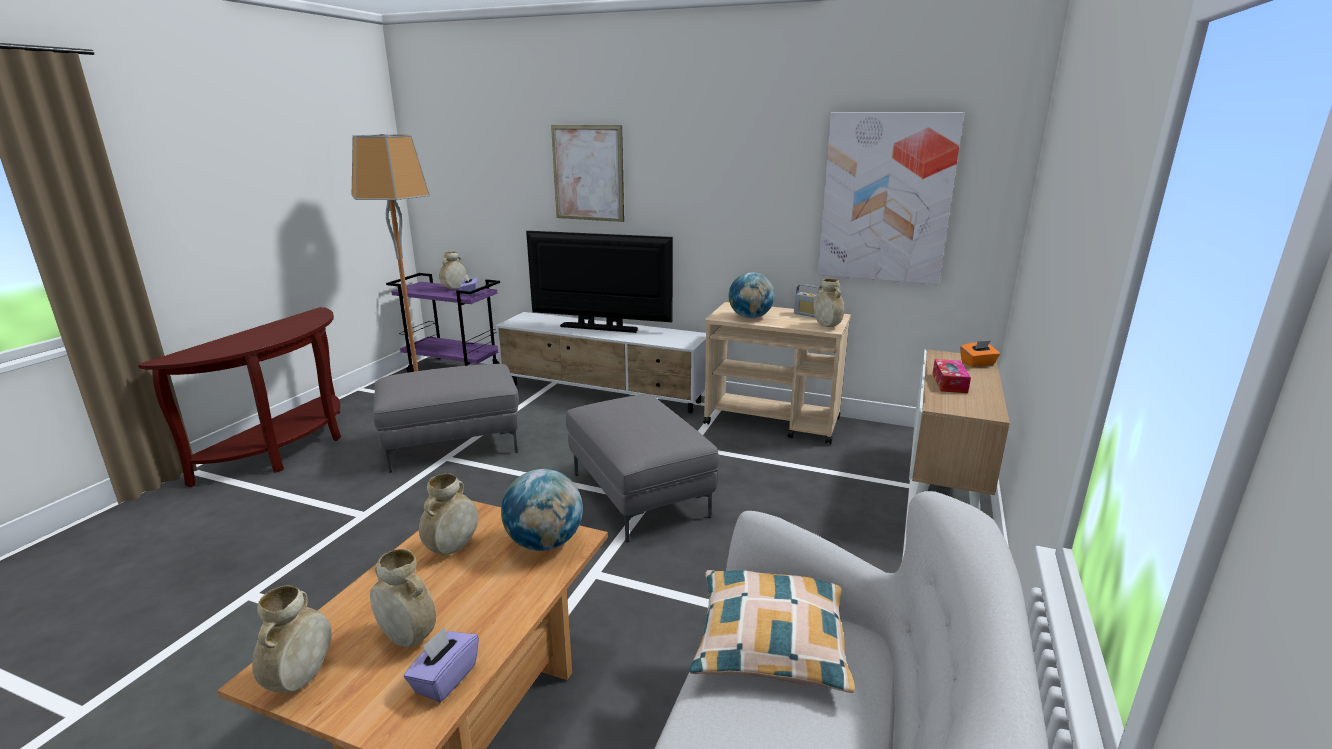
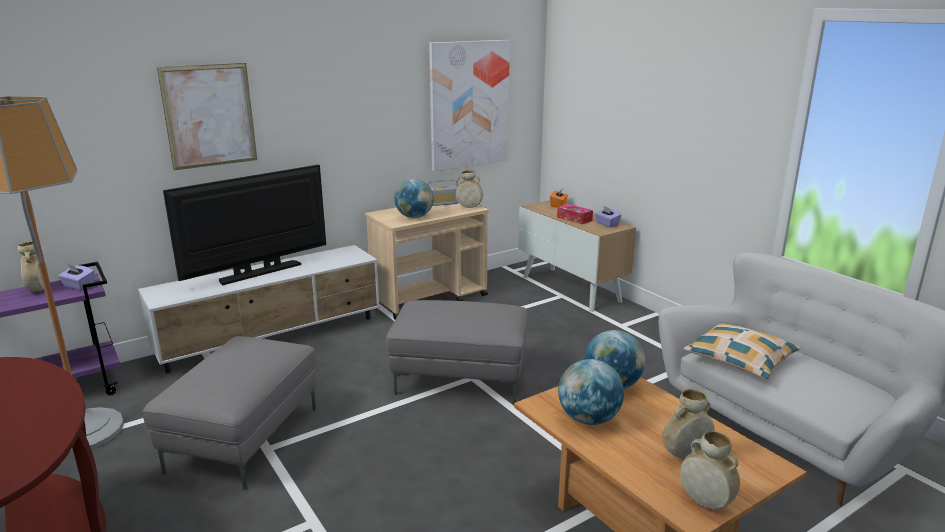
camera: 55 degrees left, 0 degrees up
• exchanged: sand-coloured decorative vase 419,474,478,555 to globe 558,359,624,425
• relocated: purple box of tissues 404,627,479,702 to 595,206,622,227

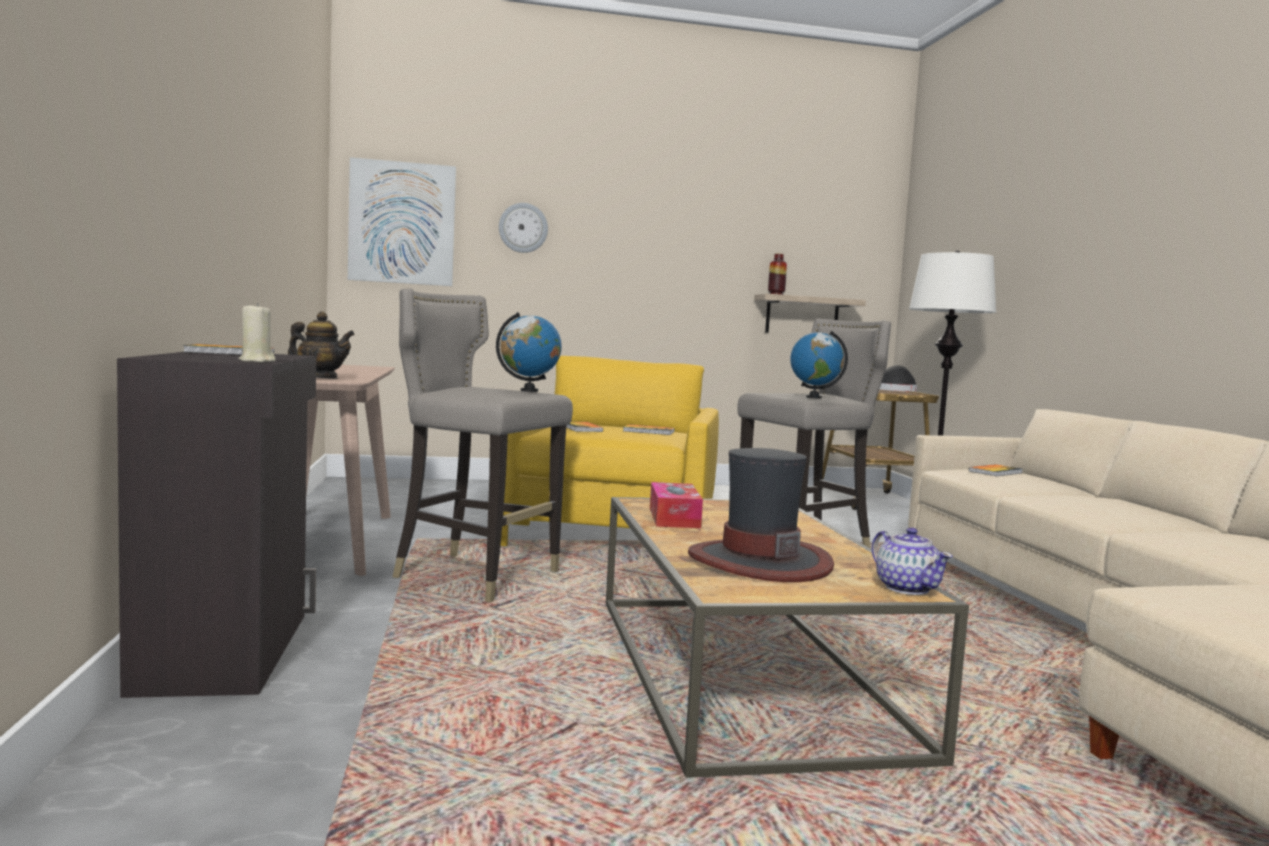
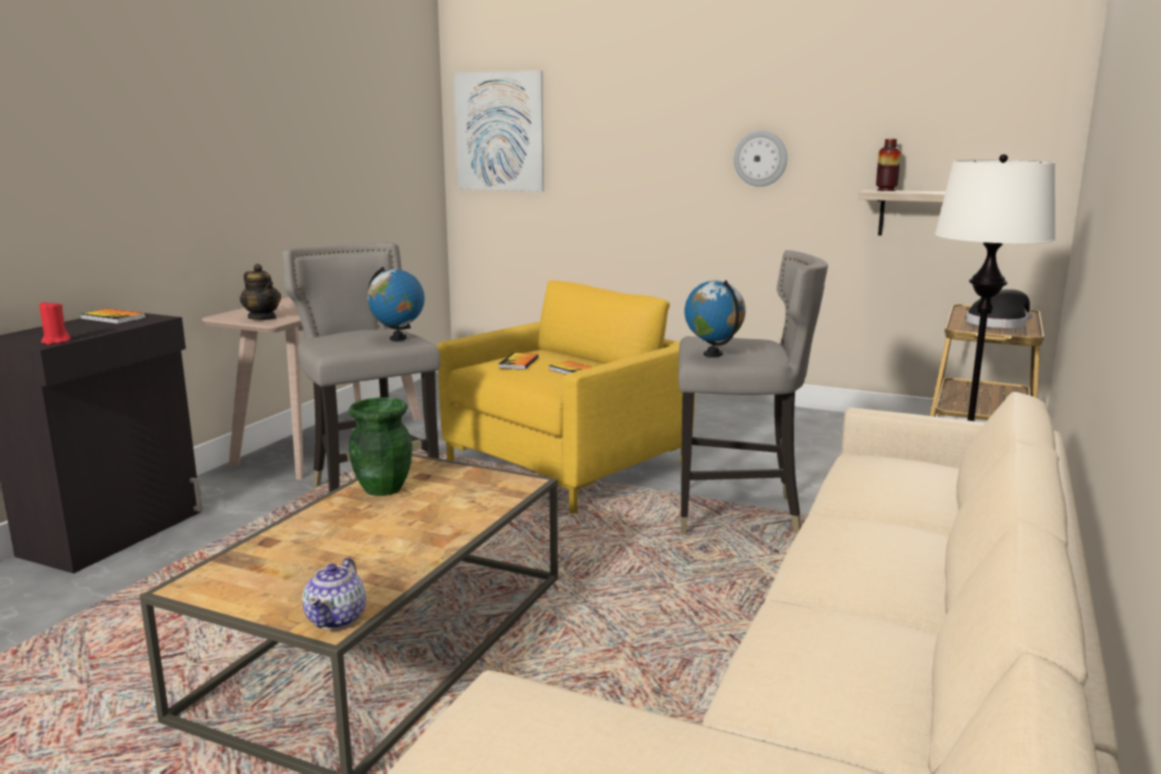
camera: 35 degrees right, 10 degrees up
• colour: sand-coloured candle 238,303,275,362 to red candle 39,300,71,345
• exchanged: box of tissues 650,482,703,528 to green decorative vase 348,398,412,496
• relocated: wall clock 499,203,548,253 to 734,131,787,187
• missing: hat 688,448,834,582
• missing: book 969,464,1023,476

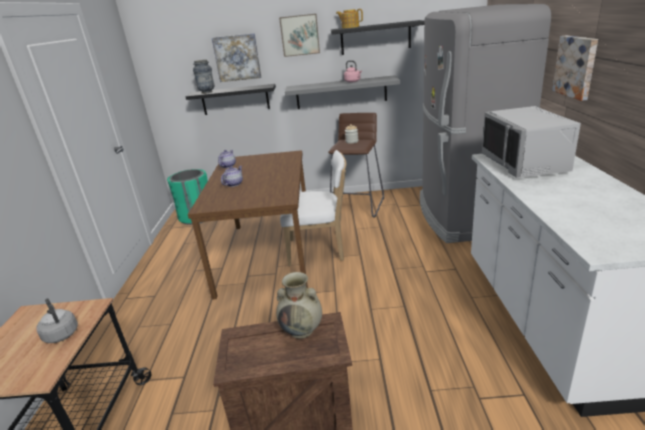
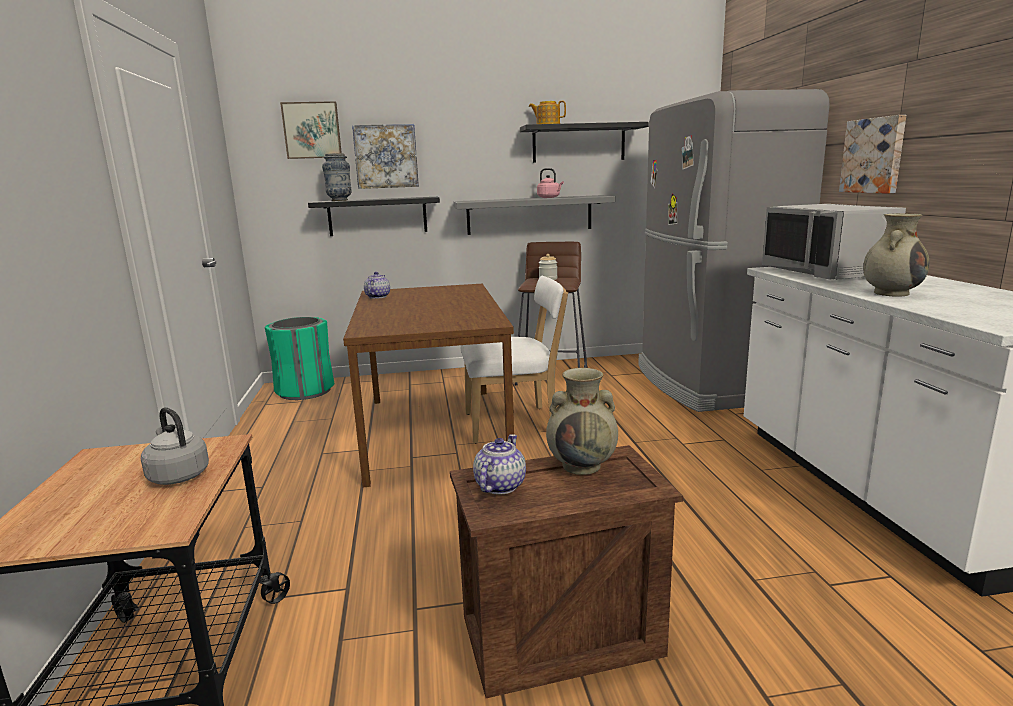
camera: 10 degrees left, 10 degrees down
• relocated: picture 279,14,320,57 to 280,101,342,159
• relocated: pot for tea 221,166,243,187 to 473,434,526,495
• appeared: sand-coloured decorative vase 863,214,929,297

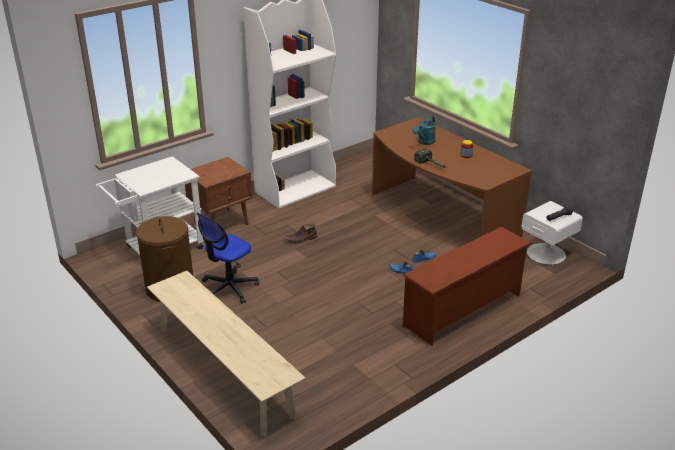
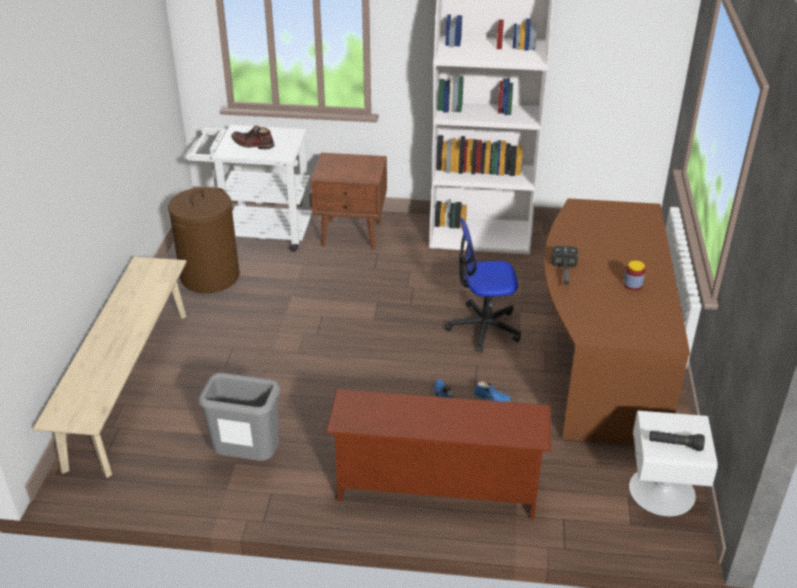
camera: 45 degrees right, 5 degrees up
• appeared: gray trash can 198,373,280,461
• relocated: brown-coloured tall boot 284,224,318,244 to 231,125,275,149
• relocated: desk chair 197,213,259,304 to 445,217,521,353
• missing: turquoise sprinkling can 412,116,436,145

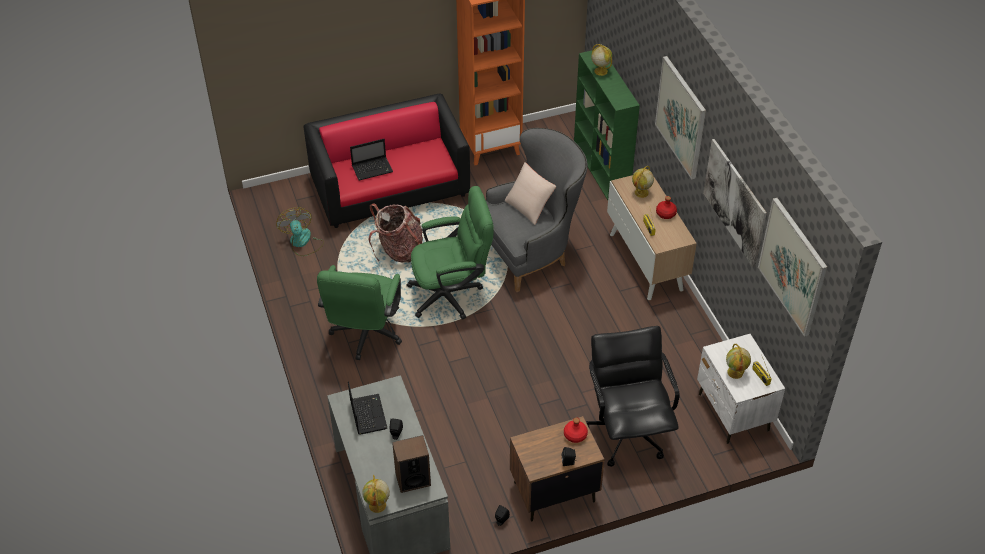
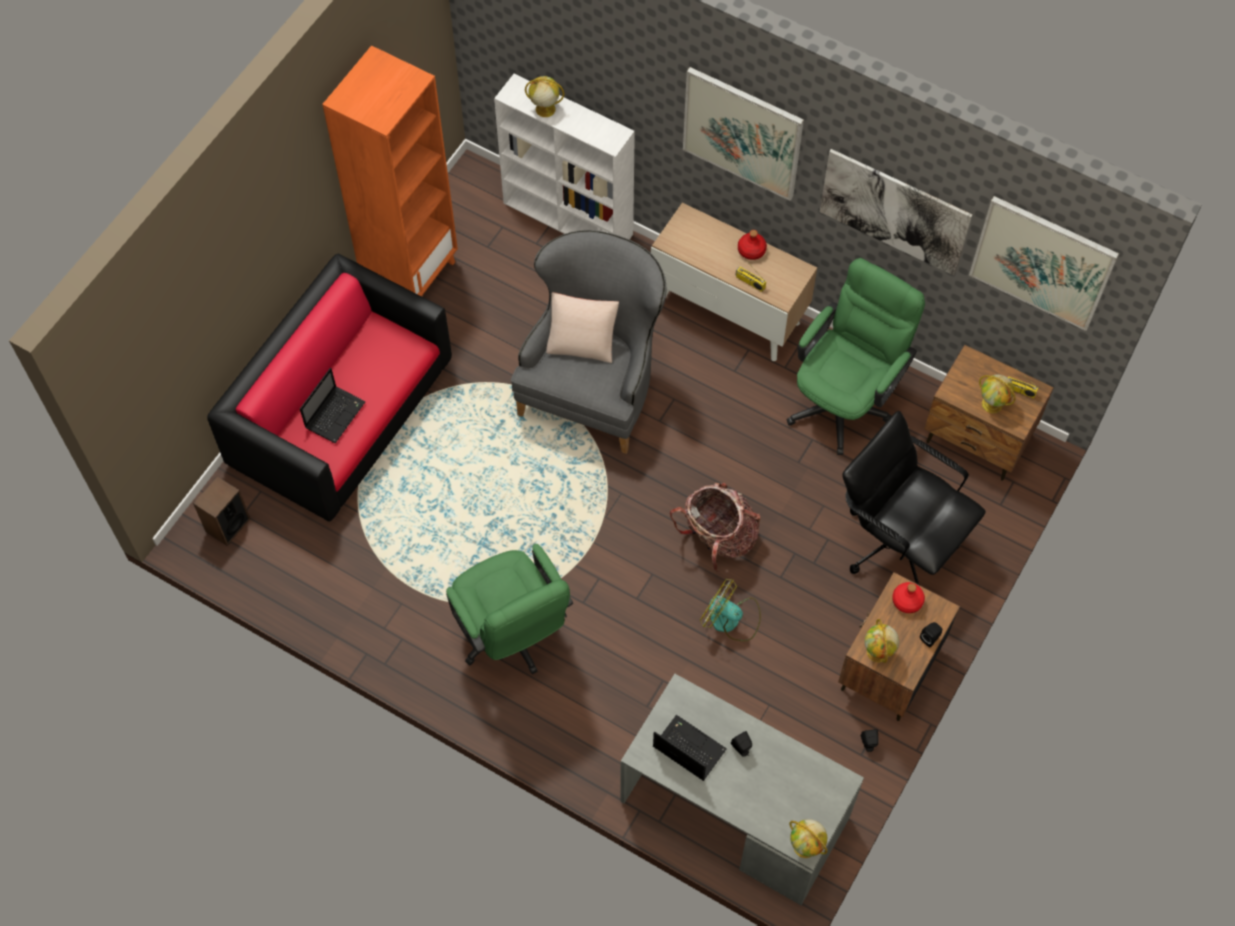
camera: 40 degrees left, 15 degrees up
• relocated: audio speaker 392,435,431,493 to 193,476,250,546
• colour: green shelving unit 574,50,640,200 to whitish shelving unit 494,74,635,240
• relocated: knapsack 369,203,423,263 to 670,483,761,573
• relocated: electric fan 276,207,324,256 to 700,579,761,641
• relocated: green desk chair 406,186,494,320 to 787,258,925,455
• relocated: globe 632,166,654,198 to 864,619,899,663
• colour: whitish night table 697,334,785,444 to brown-coloured night table 924,345,1054,481

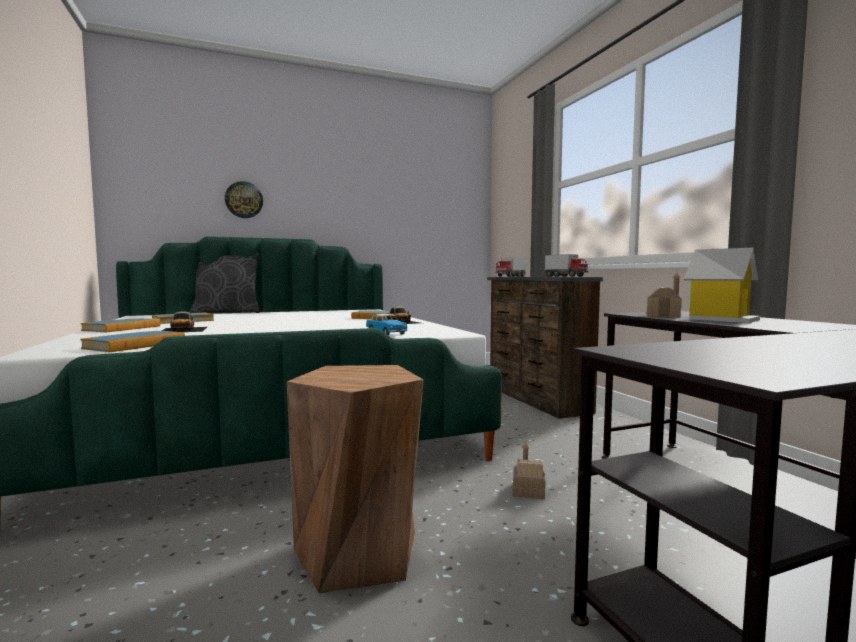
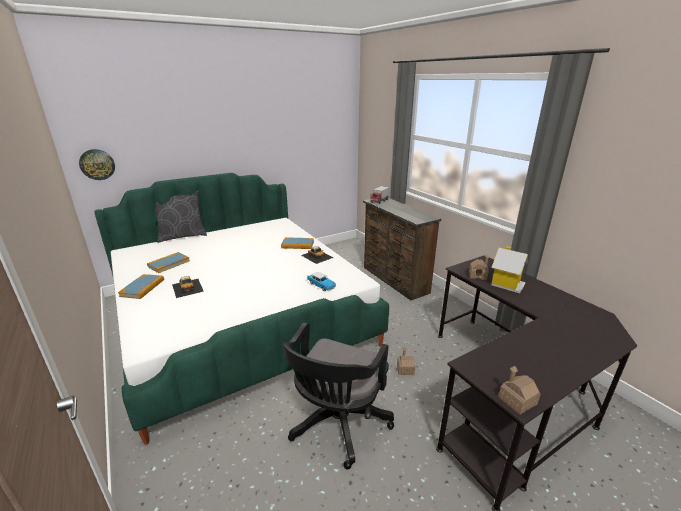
camera: 10 degrees left, 20 degrees up
• relocated: wall clock 225,181,263,218 to 79,149,115,180
• exchanged: brown-coloured stool 287,365,424,594 to blackish desk chair 283,322,394,470
• appeared: miniature house 498,366,541,415
• missing: book 80,331,185,352
• missing: model truck 545,254,588,277

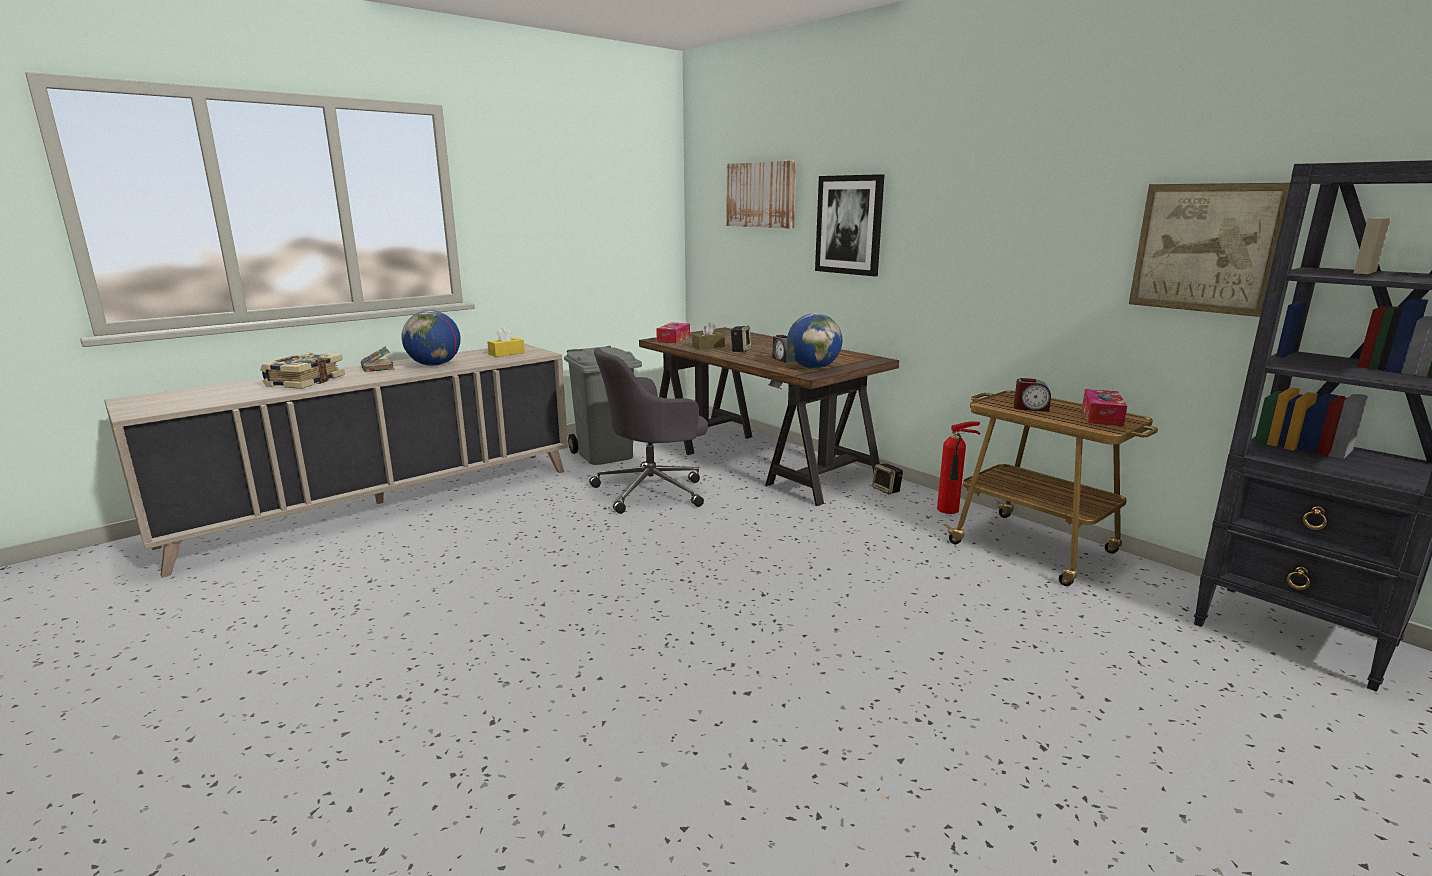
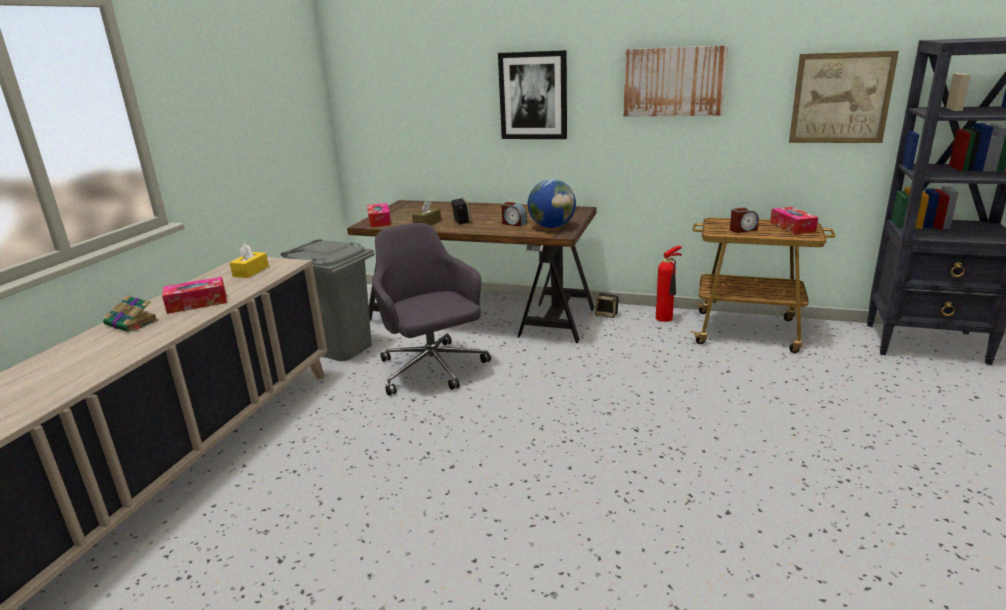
camera: 30 degrees left, 5 degrees up
• exchanged: globe 401,310,461,366 to box of tissues 162,277,227,314
• spun: gray desk chair 589,347,708,514 = 372,223,491,396 120 degrees clockwise
• relocated: picture 726,161,796,229 to 624,45,728,116
• missing: book 260,353,345,389

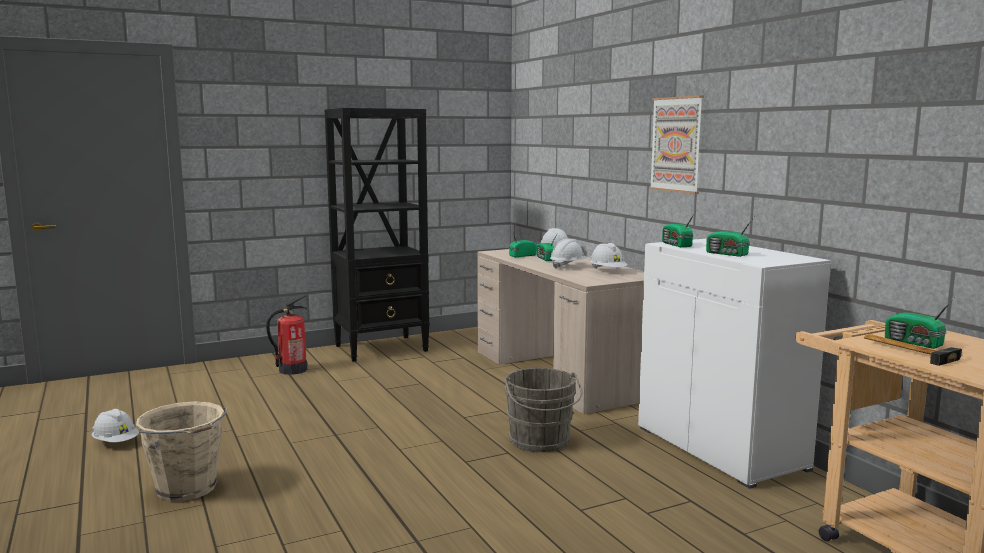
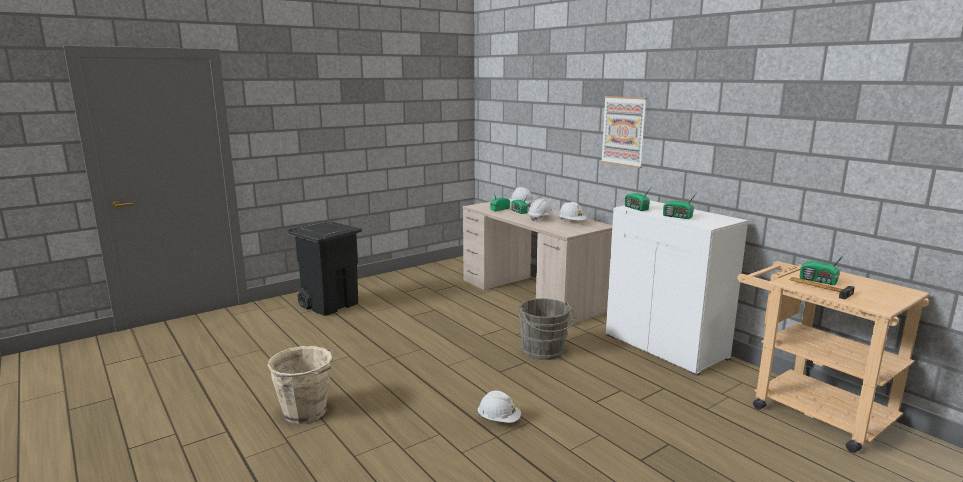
camera: 10 degrees left, 5 degrees up
• exchanged: fire extinguisher 266,295,307,375 to blackish trash can 288,221,362,316
• relocated: whitish work helmet 91,409,139,442 to 477,390,521,423
• missing: blackish shelving unit 325,108,430,362

